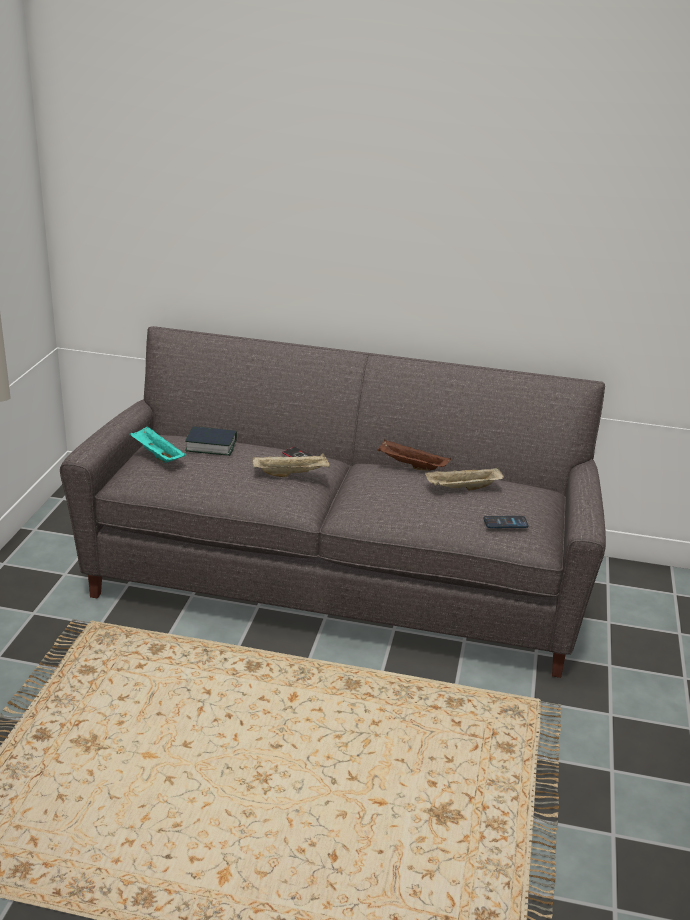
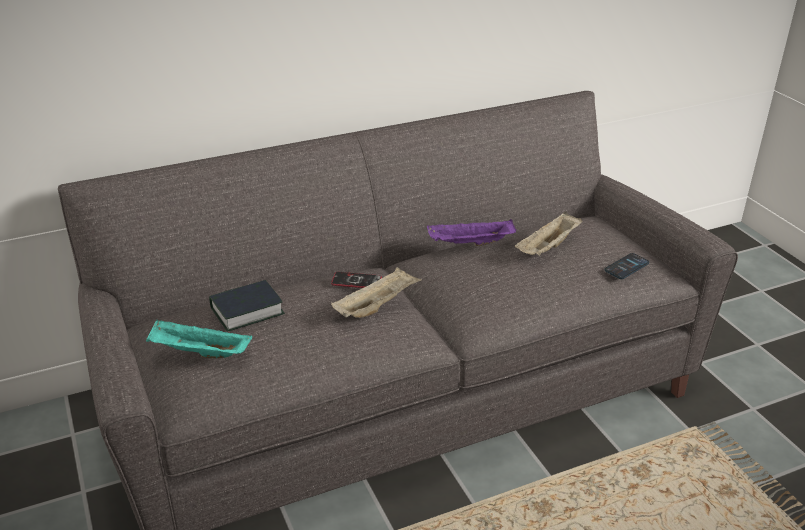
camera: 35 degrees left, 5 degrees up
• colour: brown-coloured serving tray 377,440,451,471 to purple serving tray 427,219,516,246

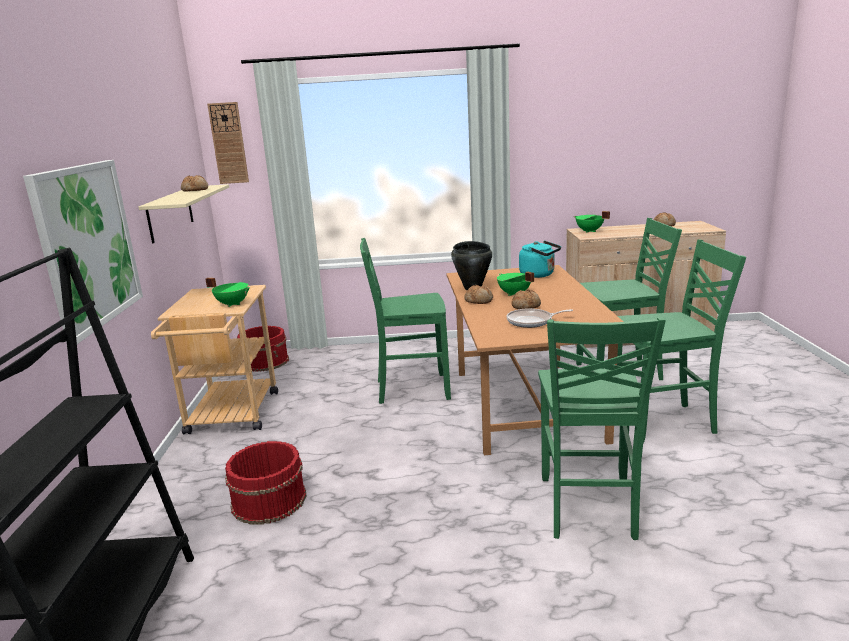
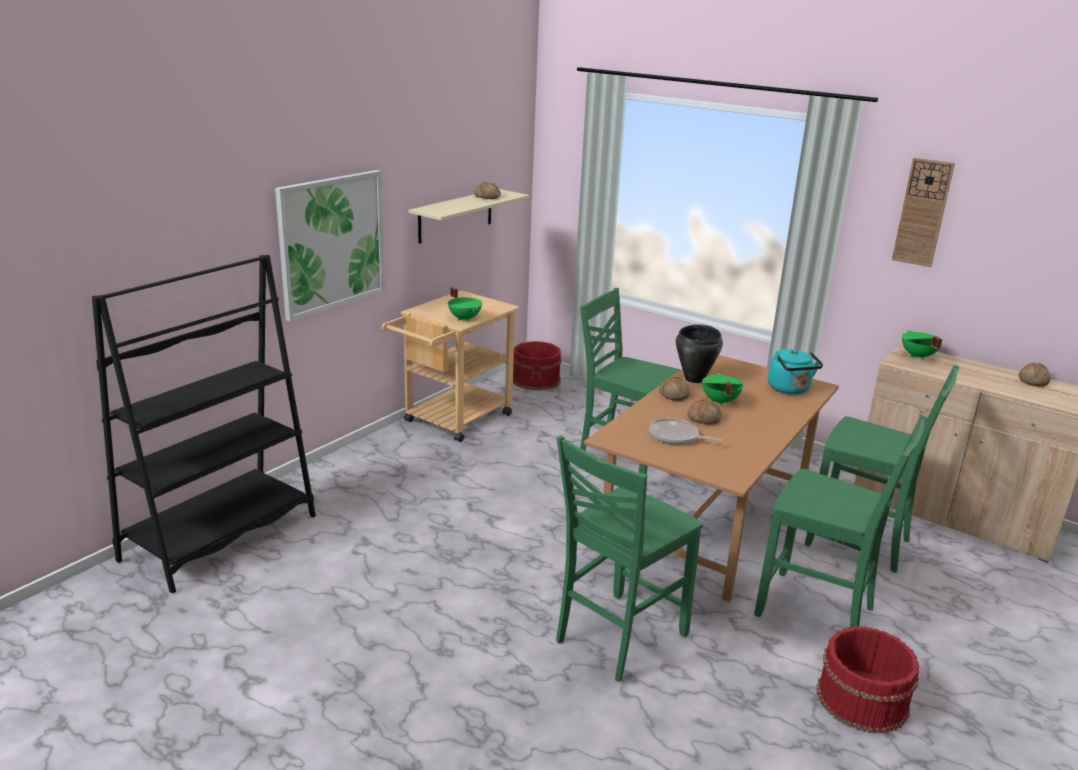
camera: 35 degrees right, 5 degrees up
• relocated: red bucket 225,441,306,525 to 817,626,919,733
• relocated: wall clock 207,102,249,184 to 892,158,955,267

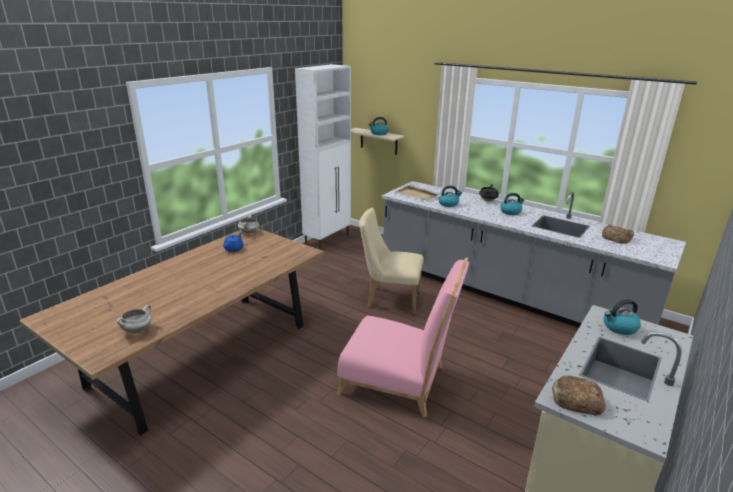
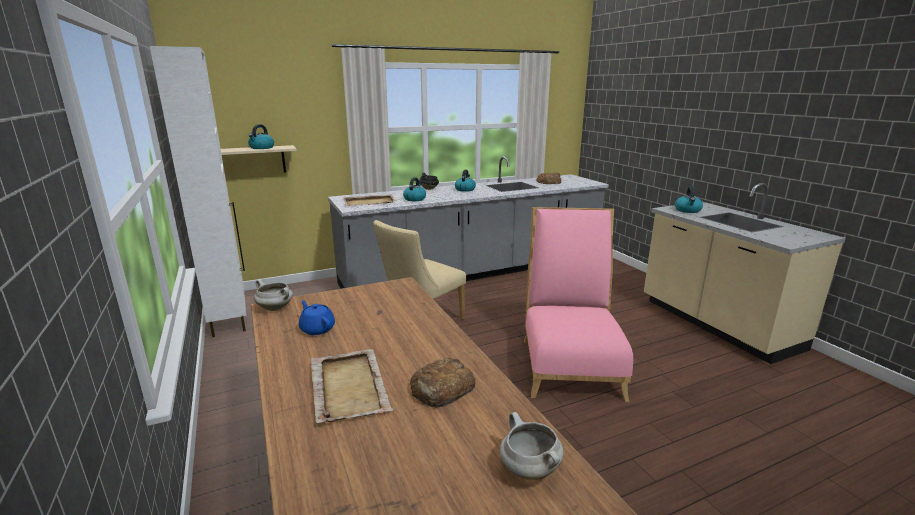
camera: 60 degrees left, 5 degrees down
• appeared: sand-coloured serving tray 311,349,393,423
• relocated: baked bread 552,375,606,416 to 410,358,475,408
• spun: pinkish upright chair 336,258,469,417 = 524,207,633,402 45 degrees counterclockwise

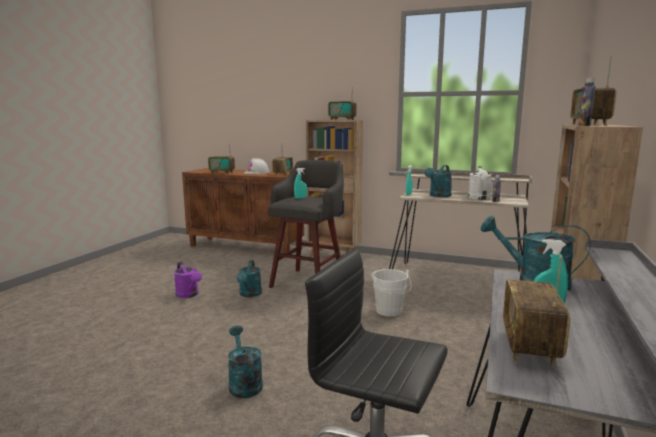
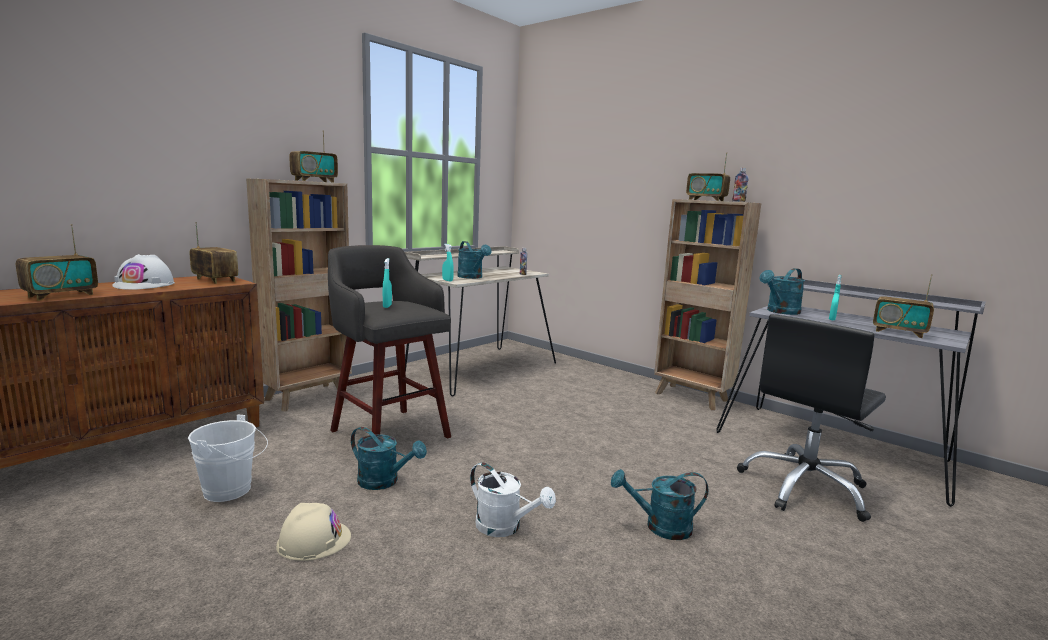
camera: 70 degrees left, 0 degrees up
• relocated: whitish bucket 371,269,411,316 to 188,415,268,502
• exchanged: purple sprinkling can 174,262,202,298 to sand-coloured work helmet 276,503,351,561
• relocated: whitish sprinkling can 468,166,492,200 to 470,462,556,537

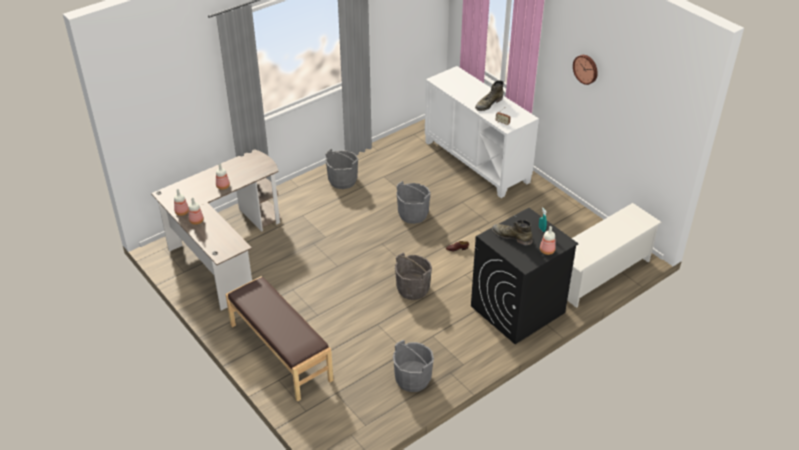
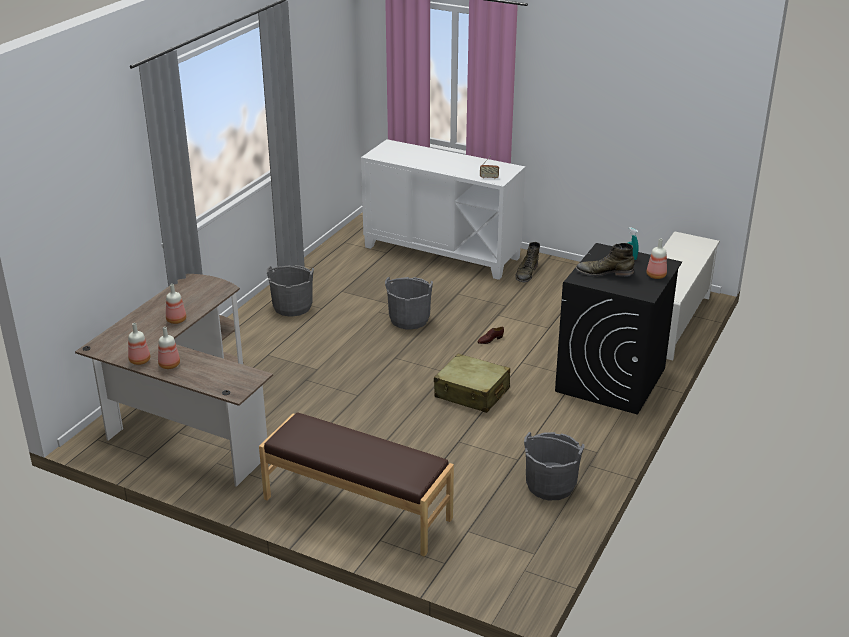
camera: 25 degrees left, 10 degrees down
• exchanged: gray bucket 395,252,432,300 to sand-coloured suitcase 434,354,510,413
• relocated: green tall boot 475,81,504,111 to 515,242,540,283
• missing: wall clock 573,55,598,85

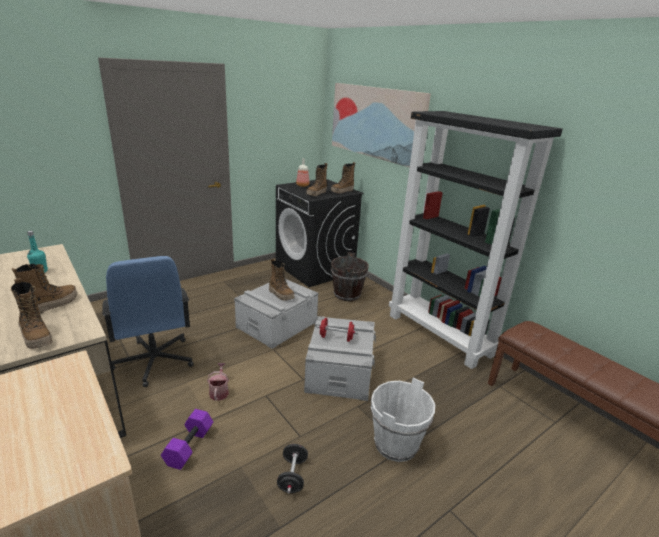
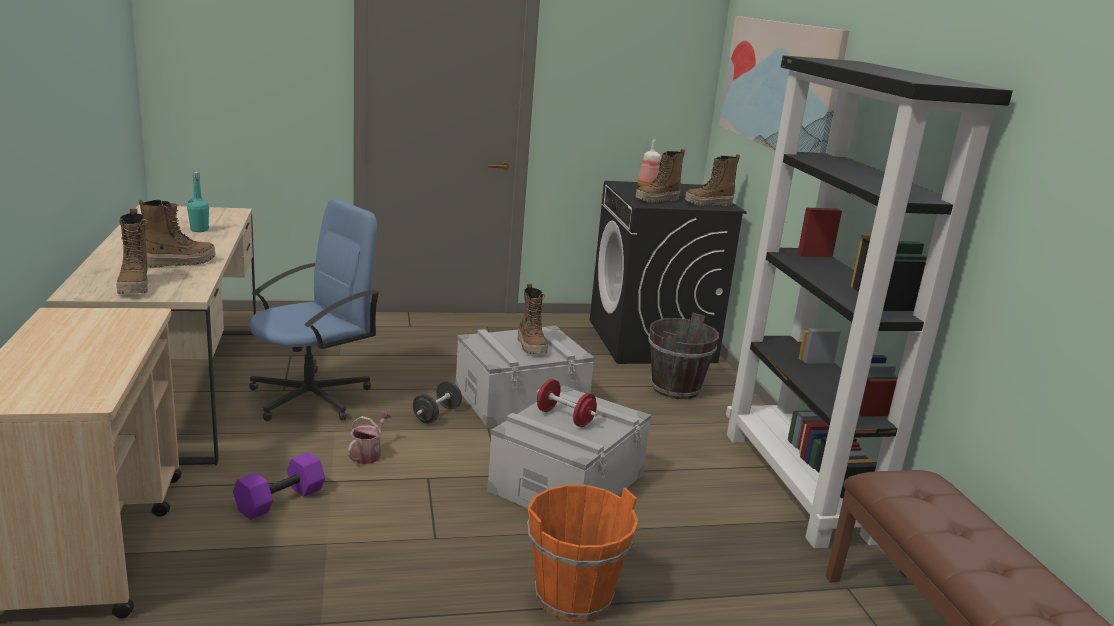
camera: 25 degrees right, 5 degrees down
• spun: blue desk chair 102,256,194,387 = 249,199,380,421 135 degrees counterclockwise
• relocated: blackish hand weight 277,444,308,493 to 413,381,462,423
• colour: whitish bucket 371,377,435,462 to orange-coloured bucket 527,485,638,622

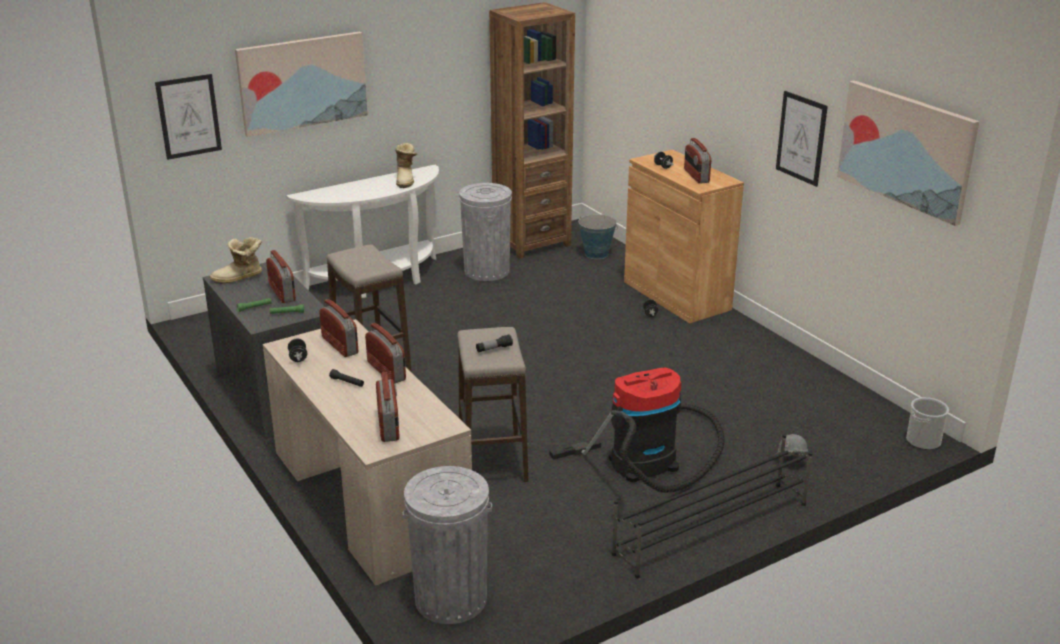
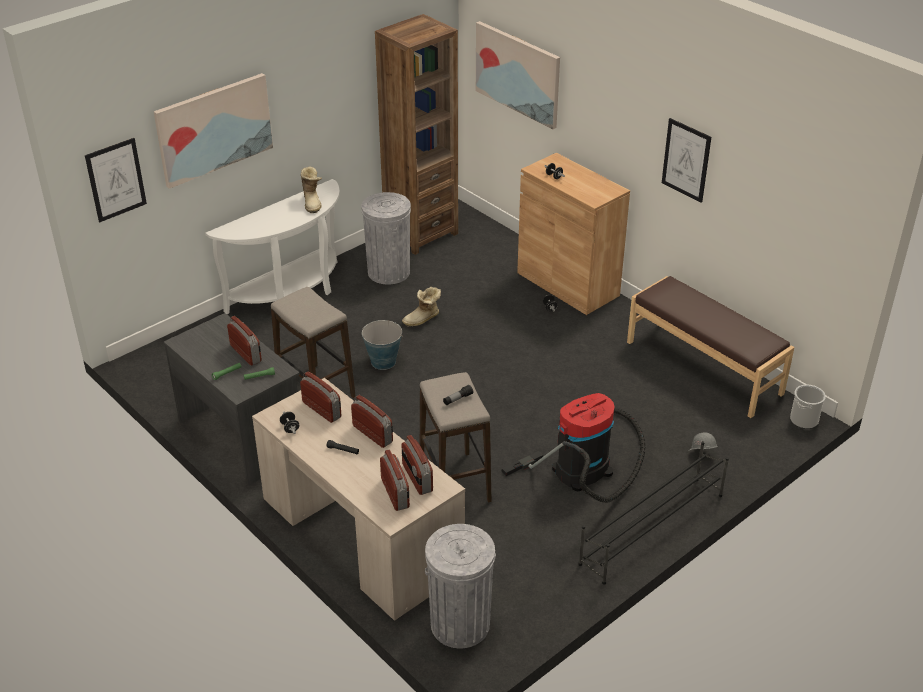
camera: 10 degrees left, 10 degrees up
• relocated: bucket 578,214,618,259 to 362,320,403,370
• relocated: tall boot 210,237,262,284 to 402,287,441,327
• relocated: radio 684,138,711,184 to 402,435,433,495
• relocated: picture 837,80,979,226 to 476,21,560,129
• appeared: brown-coloured indoor bench 627,276,794,418

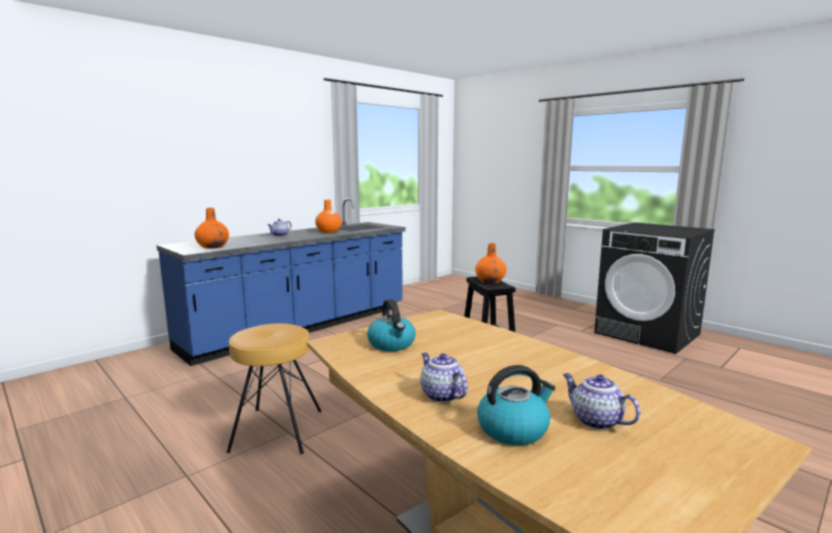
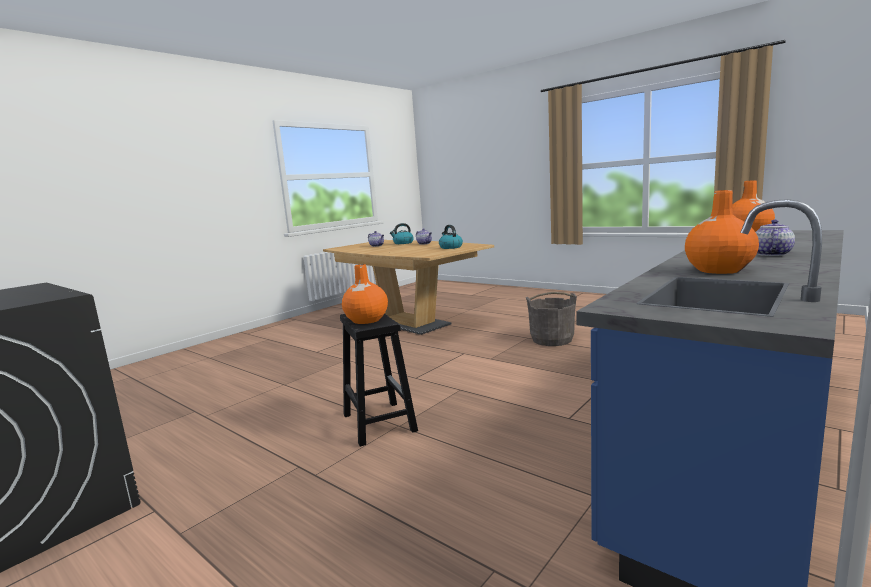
camera: 175 degrees right, 0 degrees up
• exchanged: brown-coloured stool 227,323,322,454 to gray bucket 526,292,577,346

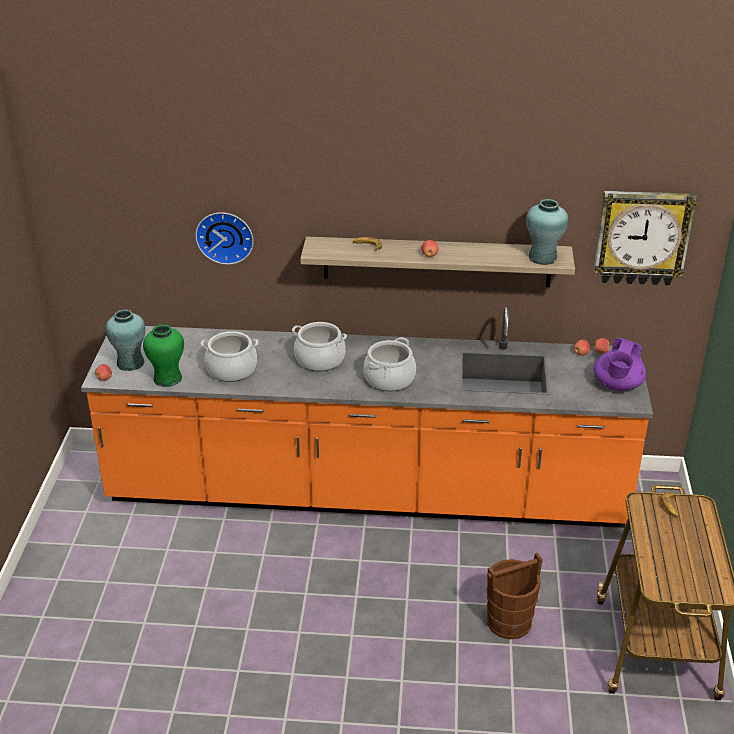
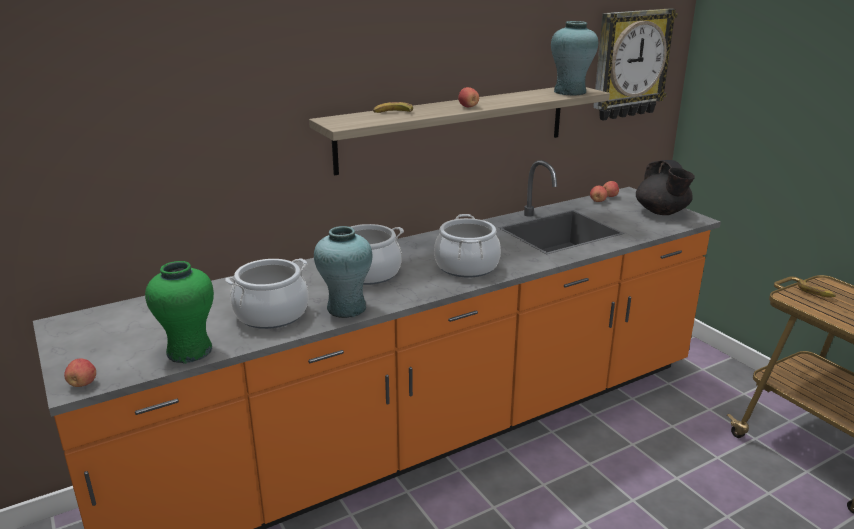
camera: 35 degrees left, 10 degrees down
• relocated: turquoise decorative vase 105,309,146,371 to 314,226,372,318
• colour: purple pot for tea 593,338,646,391 to blackish pot for tea 636,160,695,215
• missing: wall clock 195,212,254,265
• missing: brown-coloured bucket 487,552,543,640

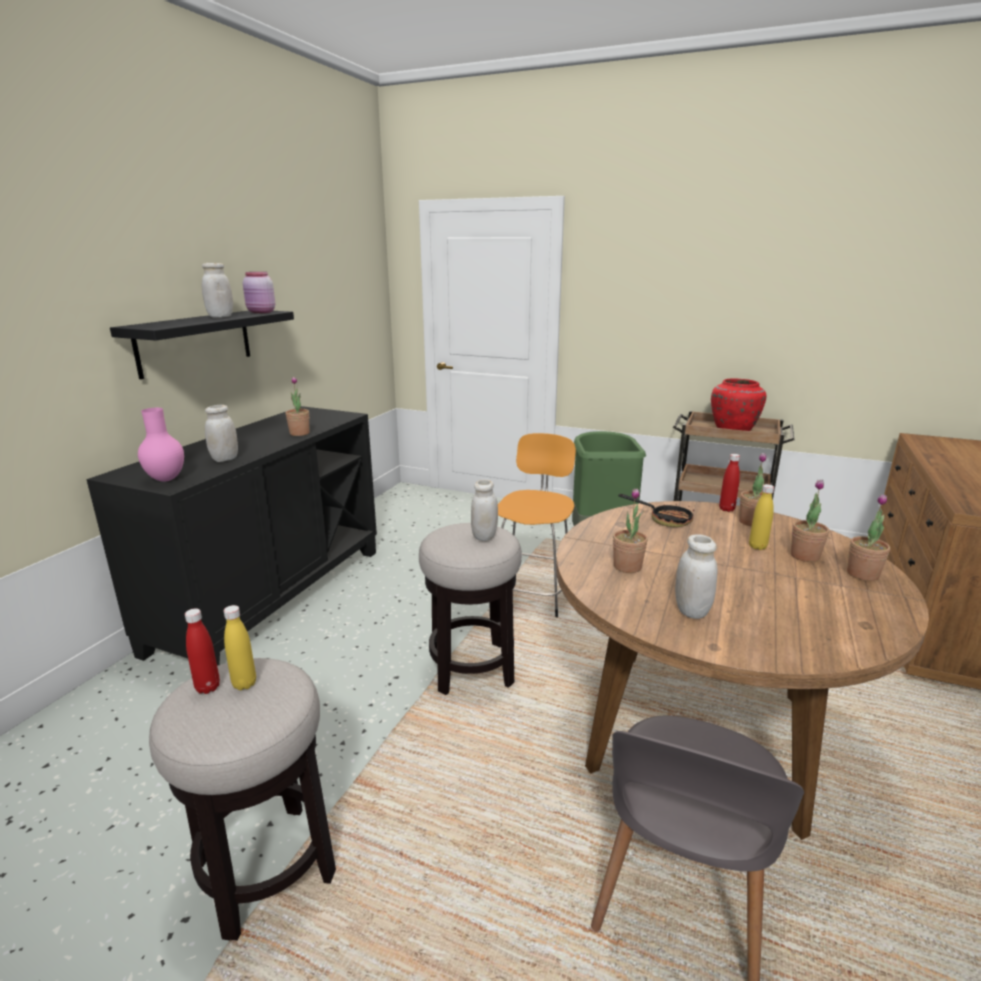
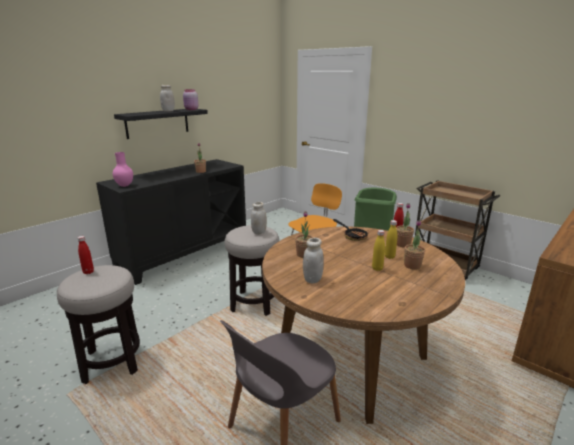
camera: 20 degrees right, 0 degrees up
• relocated: yellowish beverage bottle 224,605,256,690 to 372,230,385,271
• missing: whitish preserve jar 205,405,238,462
• missing: red decorative vase 711,378,766,431
• missing: plant in a pot 847,494,890,581

